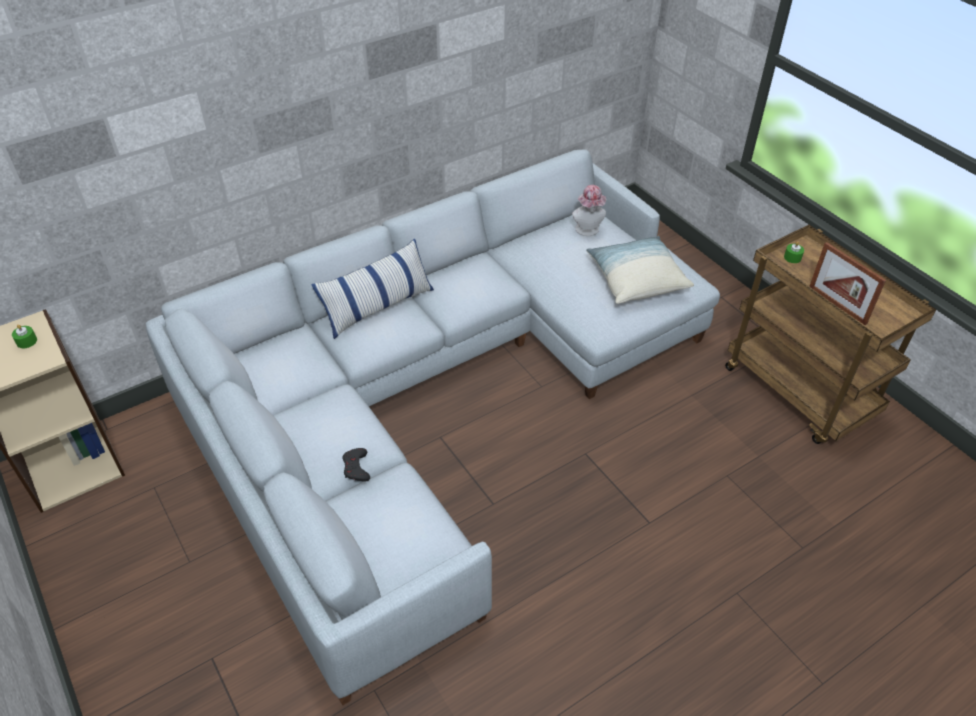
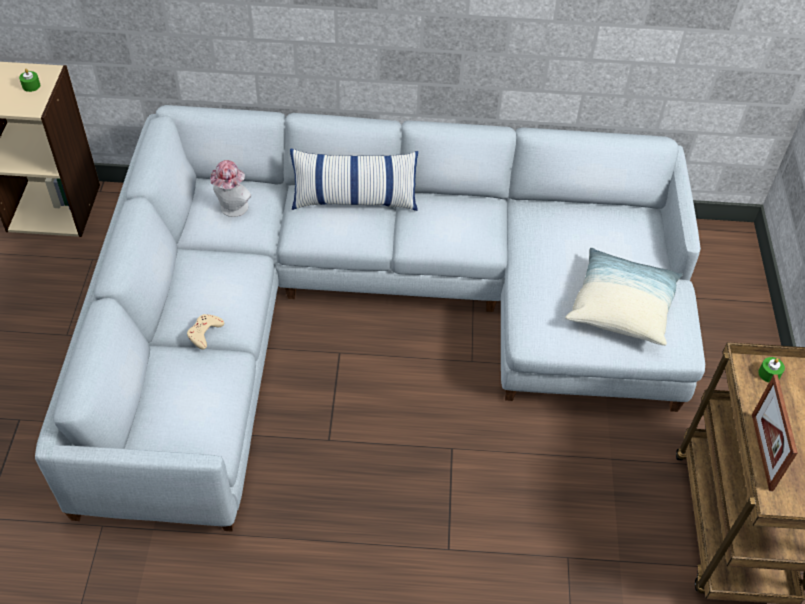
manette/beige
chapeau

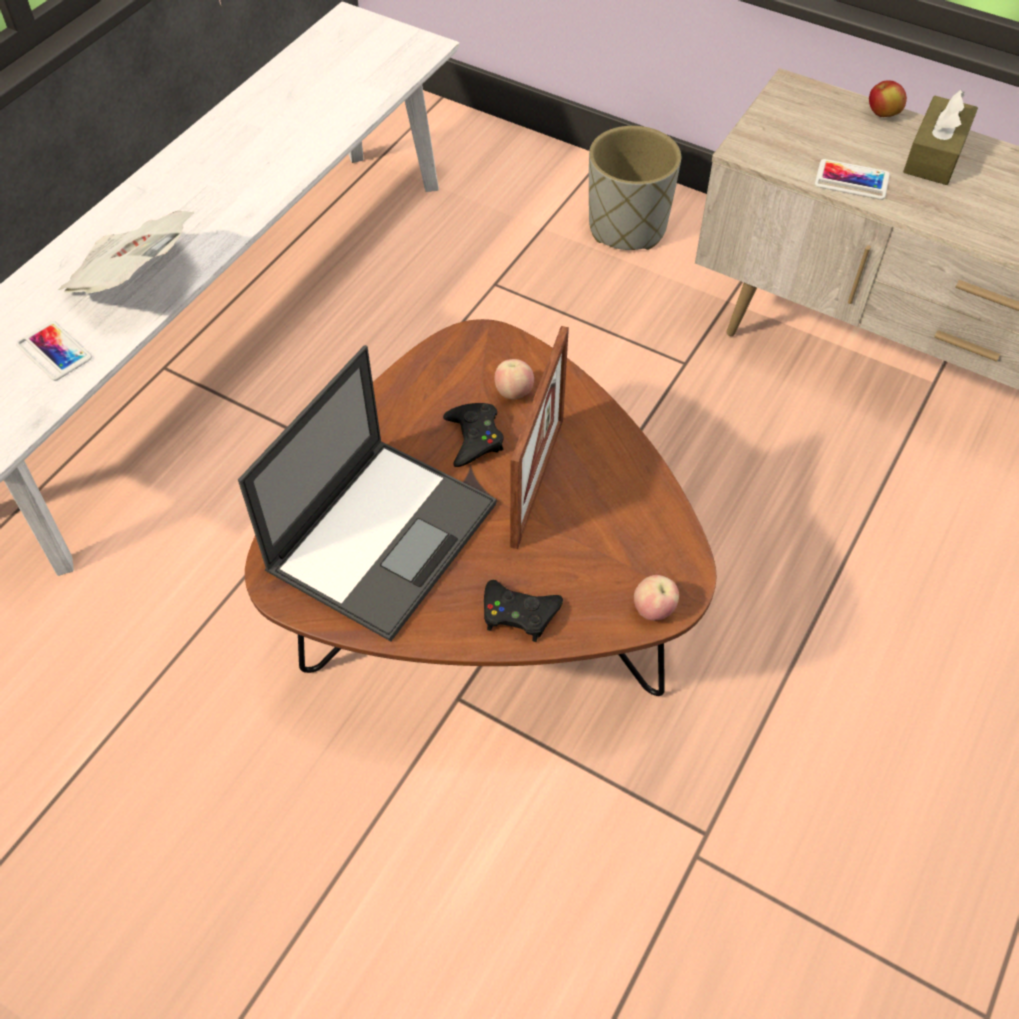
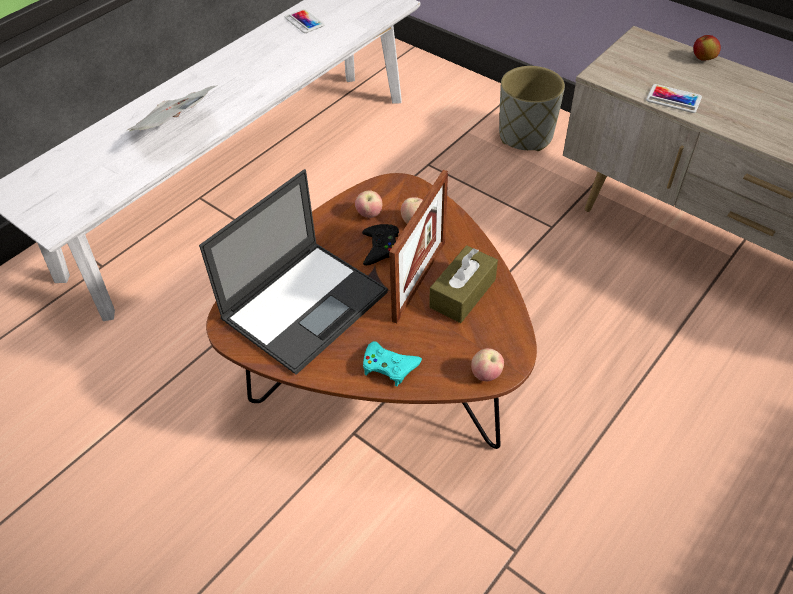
téléphone (1st from left)
manette/turquoise
boîte à mouchoirs/marron
pomme (1st from left)

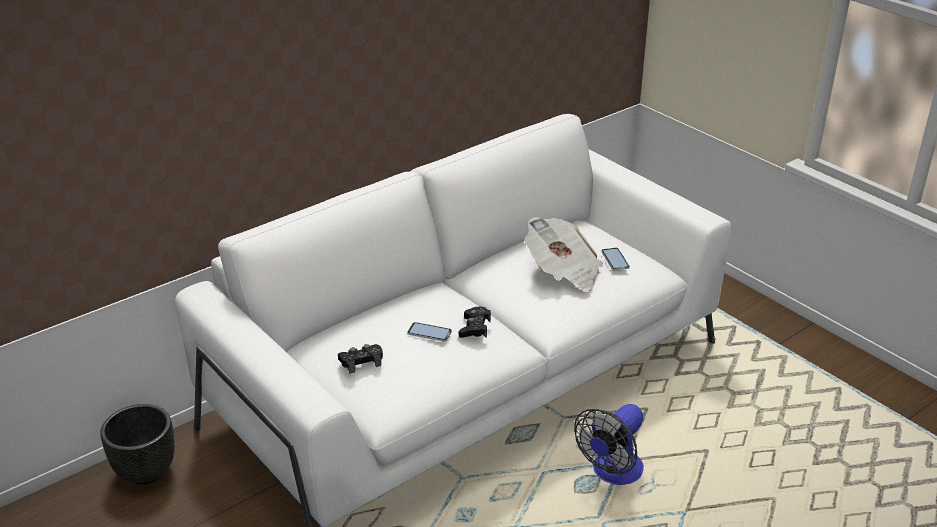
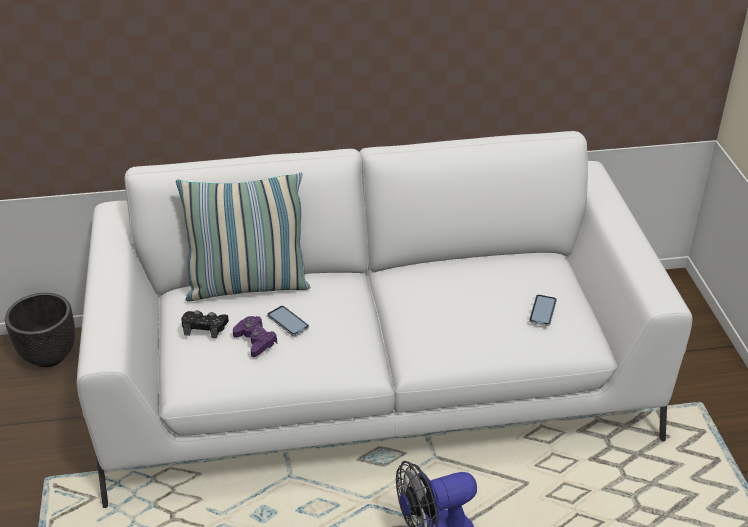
manette/noir (2nd from left in the first image)
journal
coussin
manette/violet

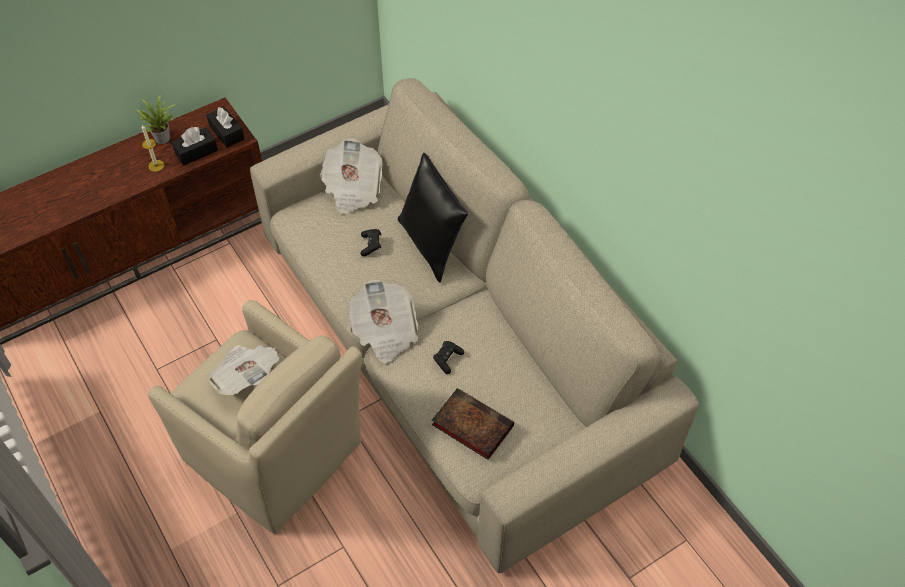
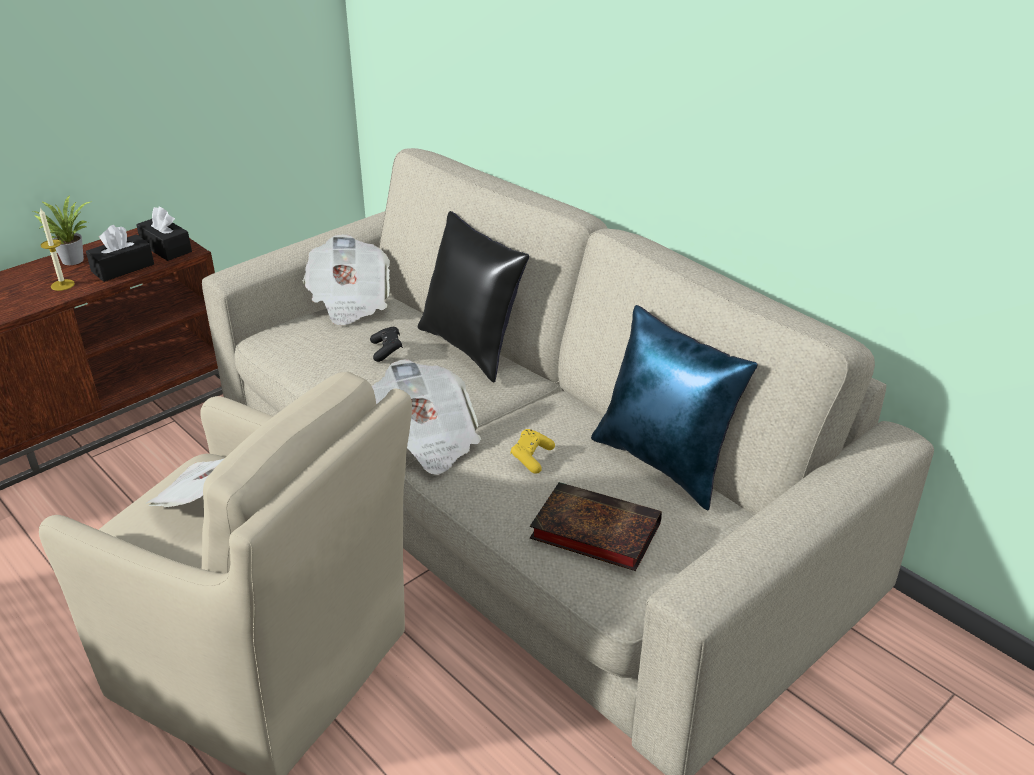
manette/jaune
coussin/bleu

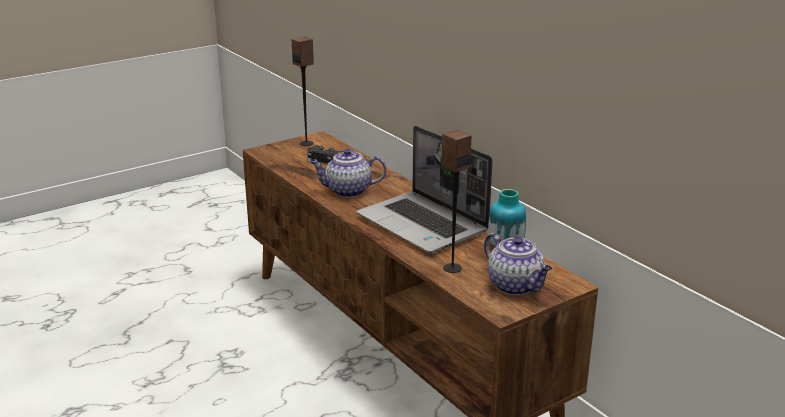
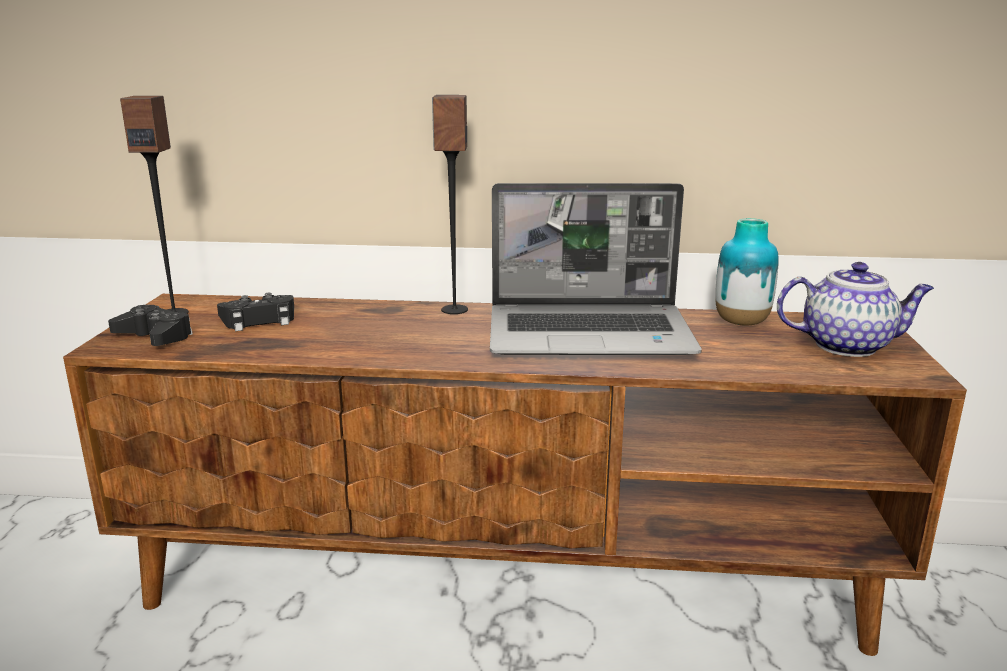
théière (1st from left in the first image)
enceinte (2nd from left)
manette/noir (1st from left)

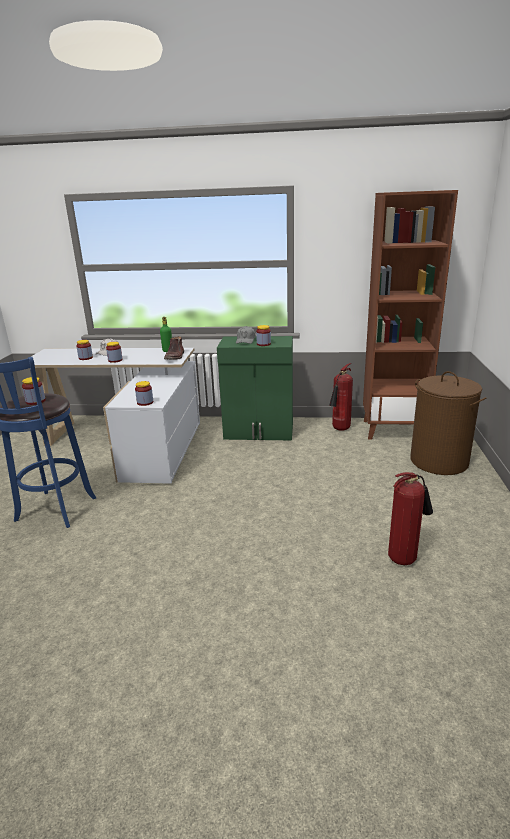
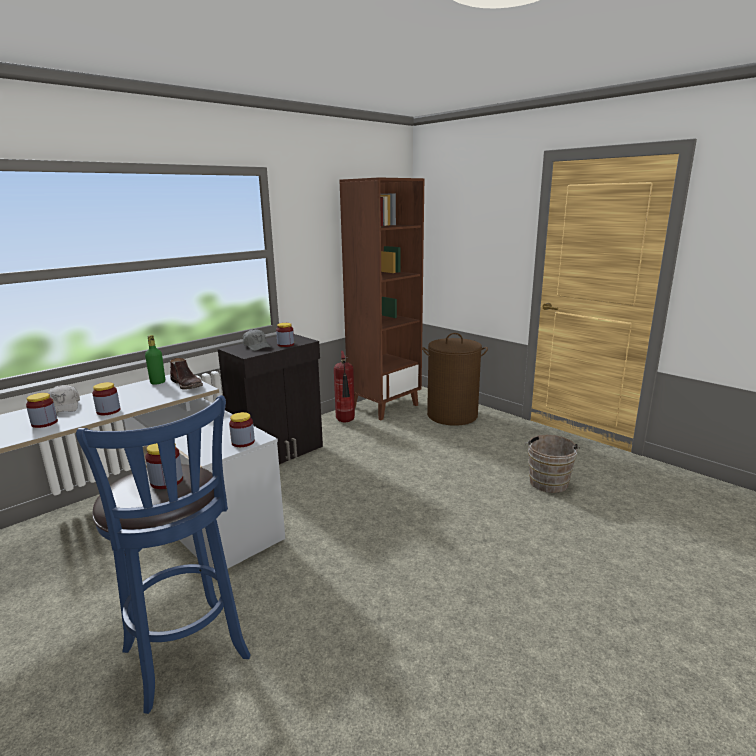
meuble de rangement/noir
seau/marron

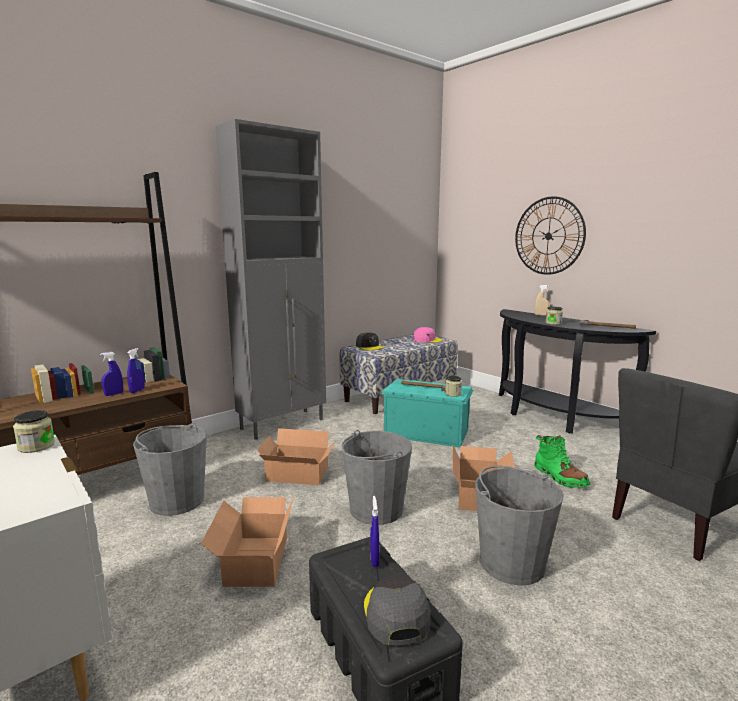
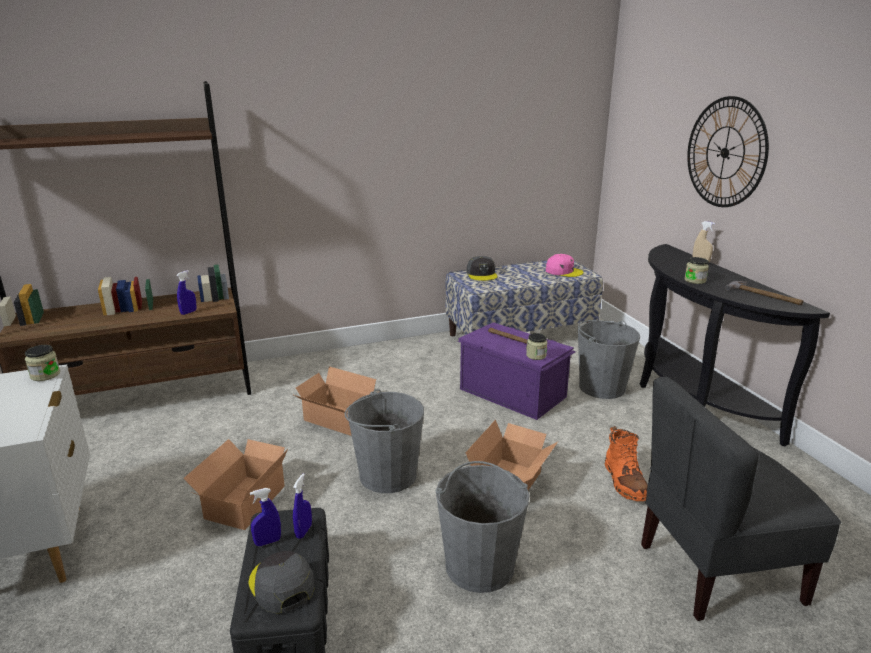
vaporisateur/bleu (2nd from left)
seau/gris (3rd from left)
meuble de rangement/gris
casquette/gris (1st from left)
boîte de rangement/violet
botte/orange

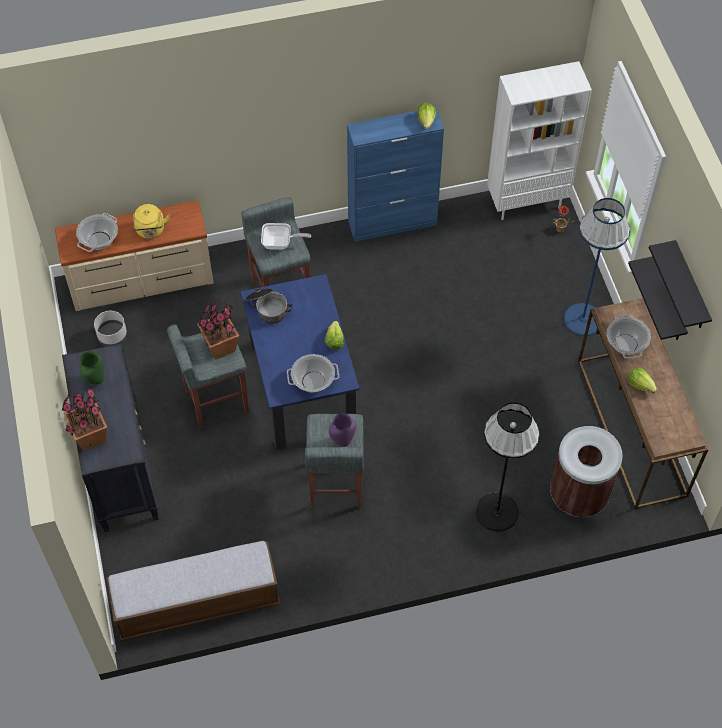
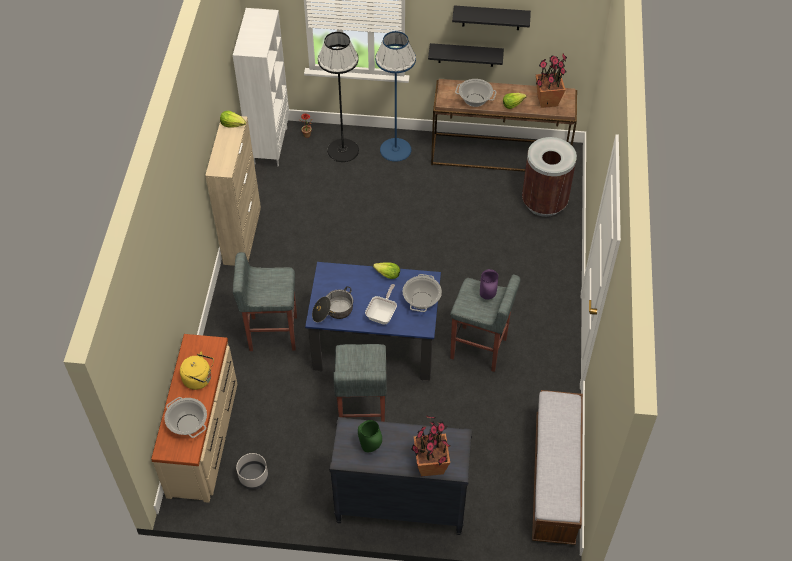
plante en pot (3rd from left)
poêle
meuble de rangement/beige
lampadaire/noir

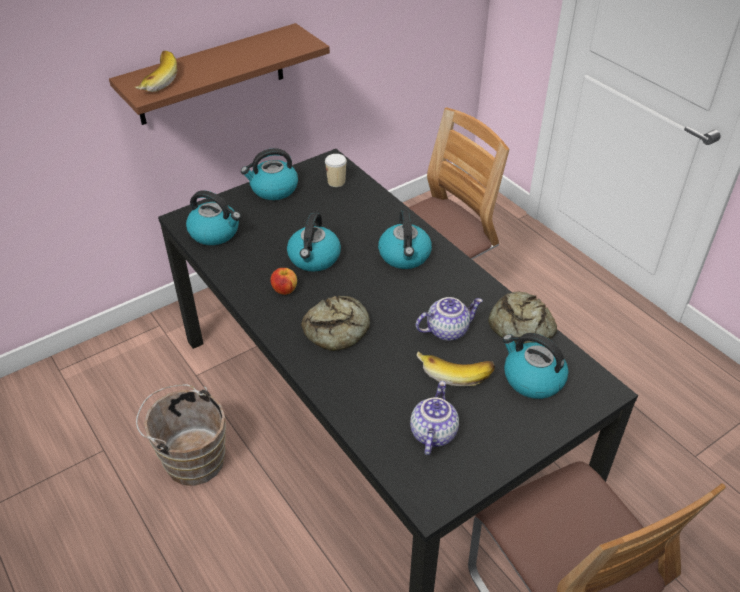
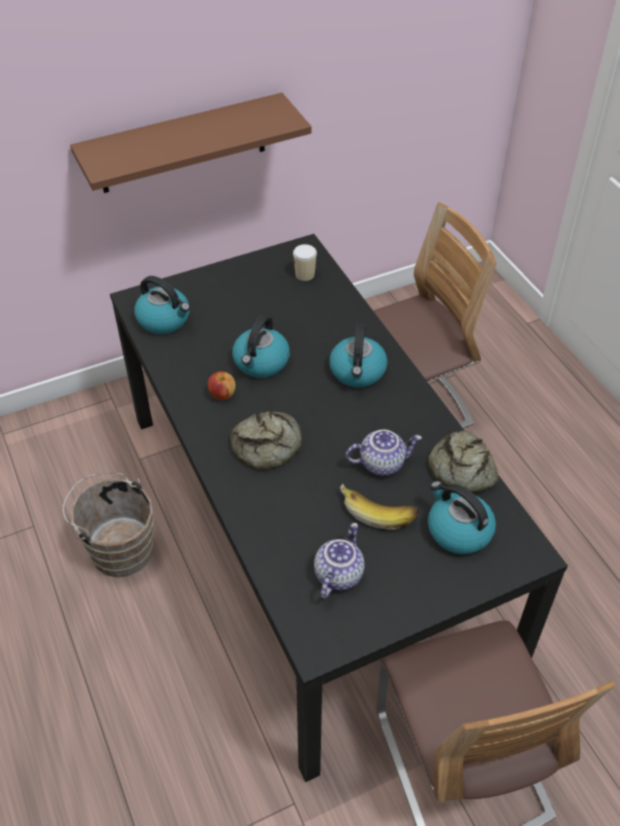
banane (1st from left in the first image)
bouilloire (2nd from left in the first image)

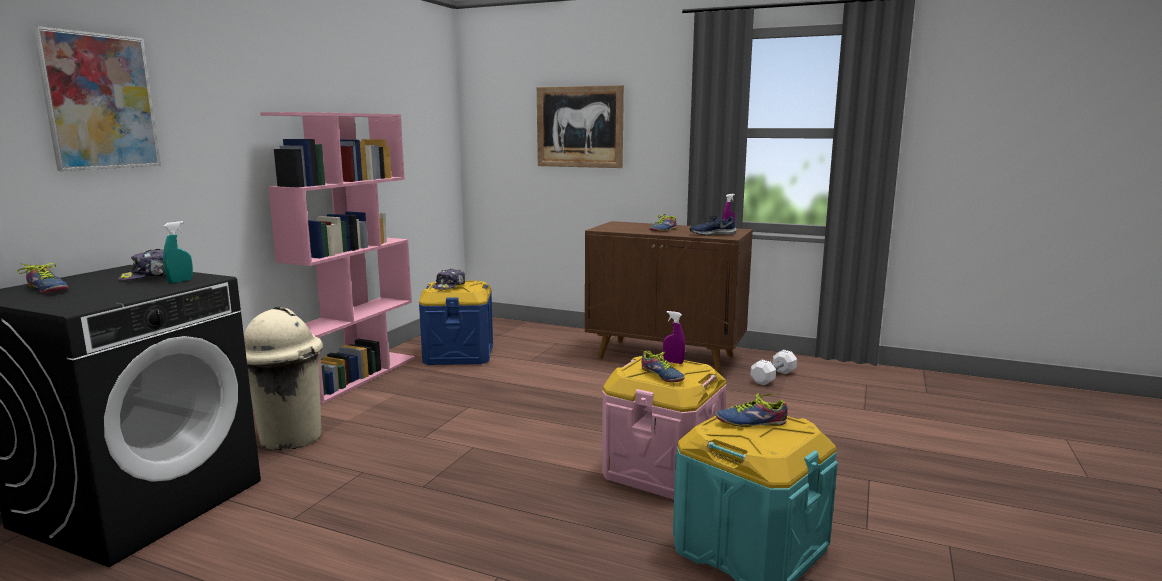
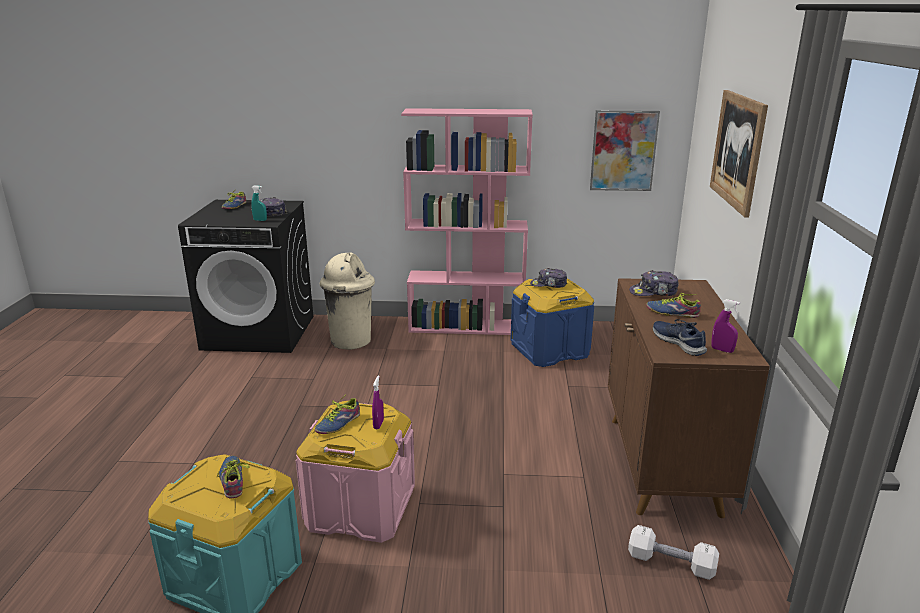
tableau (1st from left)
casquette (3rd from left)

